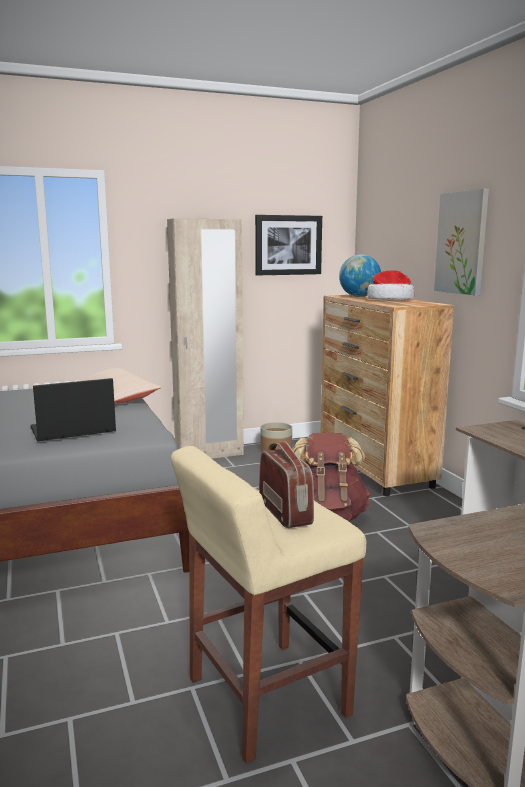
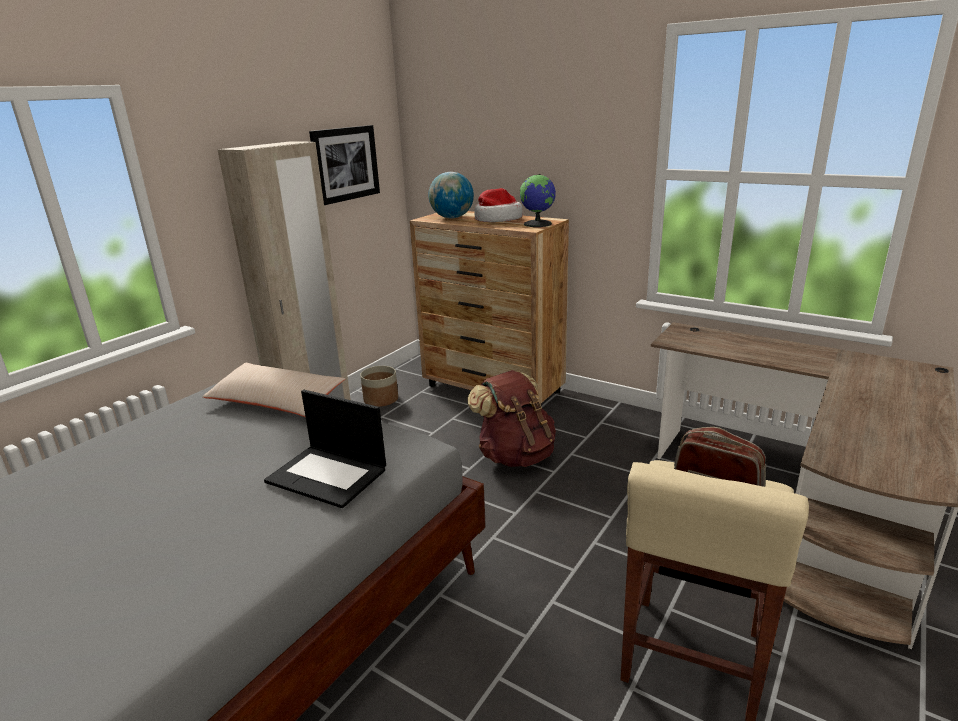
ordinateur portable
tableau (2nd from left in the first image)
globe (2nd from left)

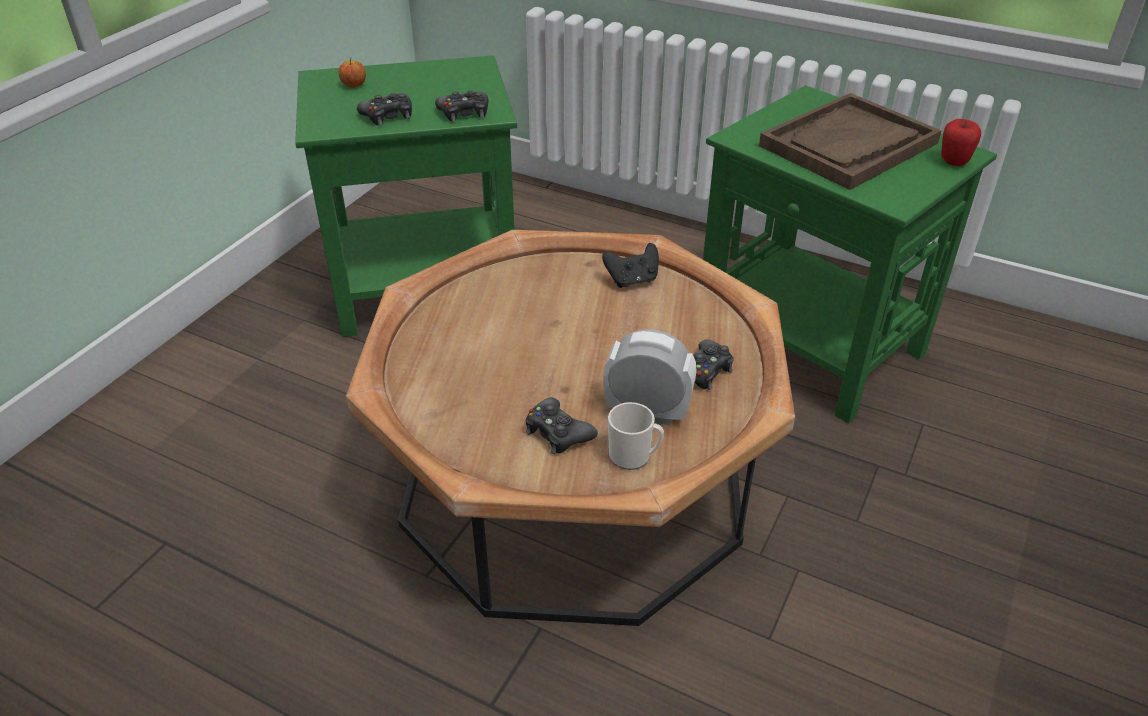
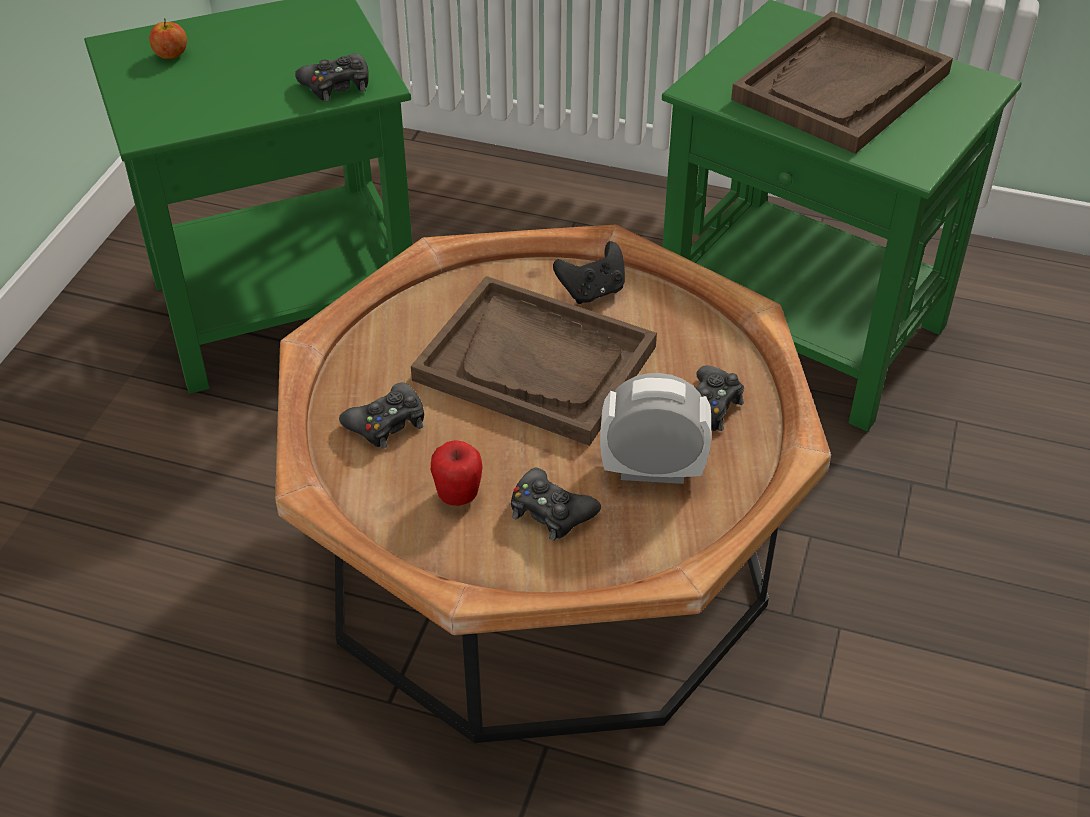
manette/noir (2nd from left)
mug
pomme (2nd from left)
plateau/marron (1st from left)

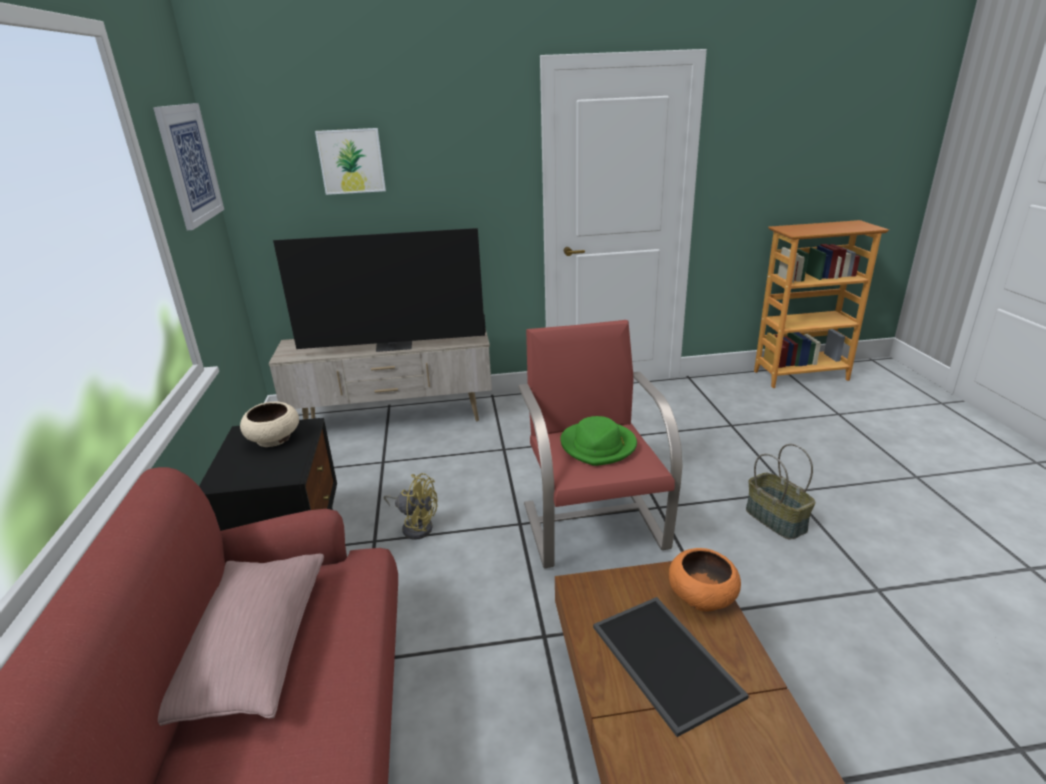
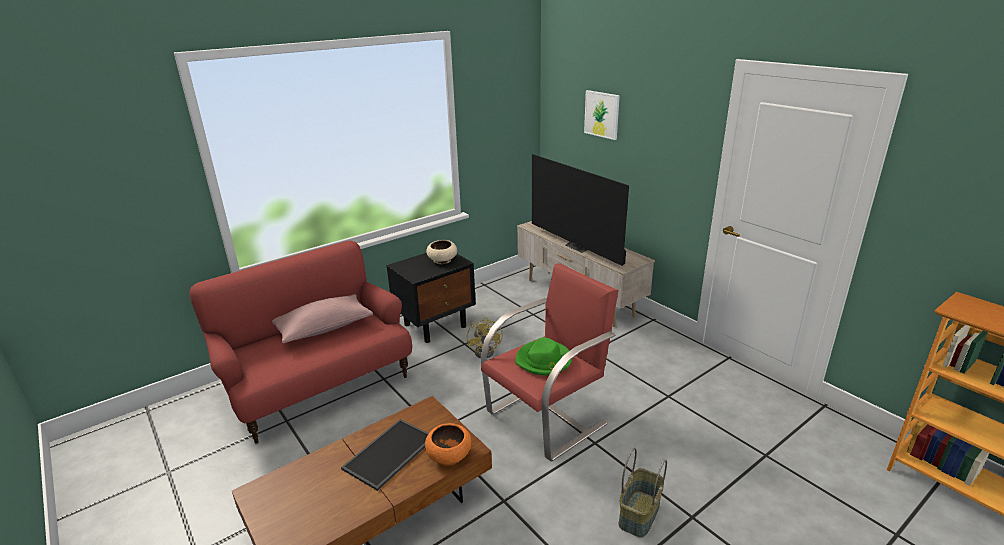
tableau (1st from left in the first image)

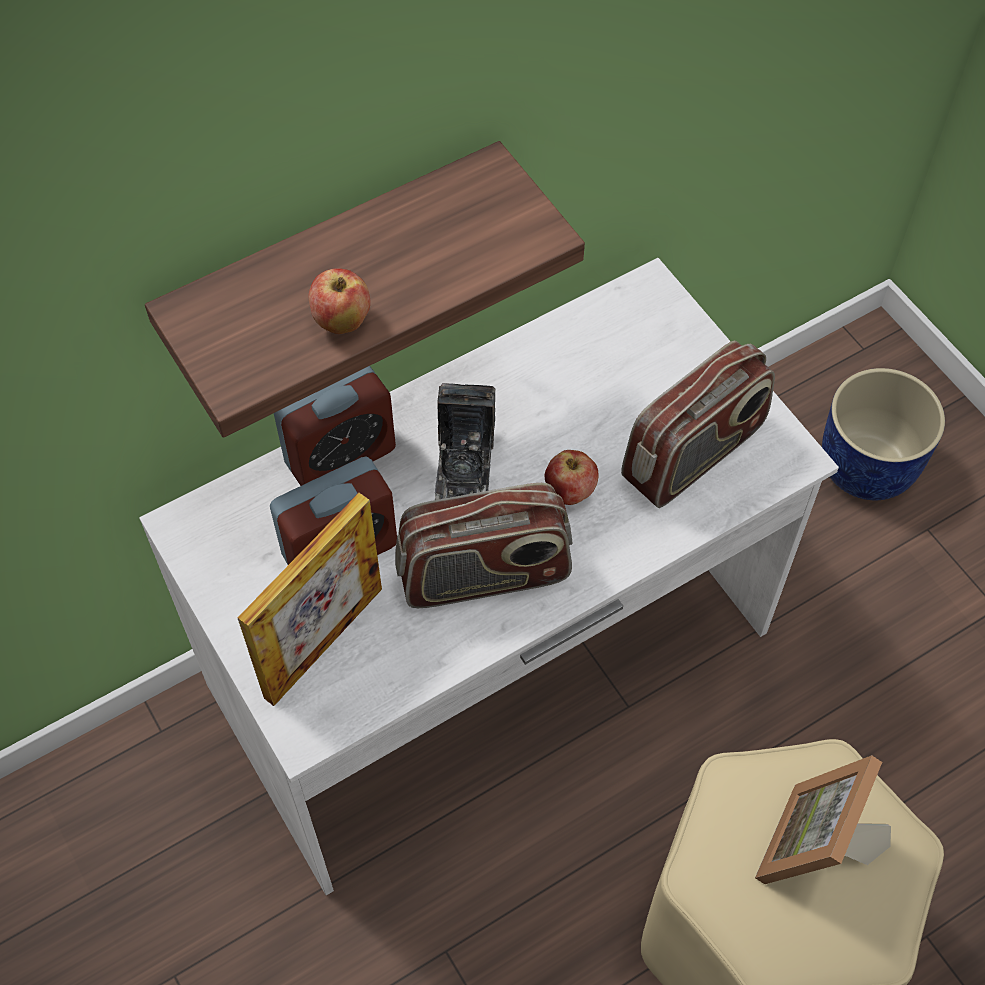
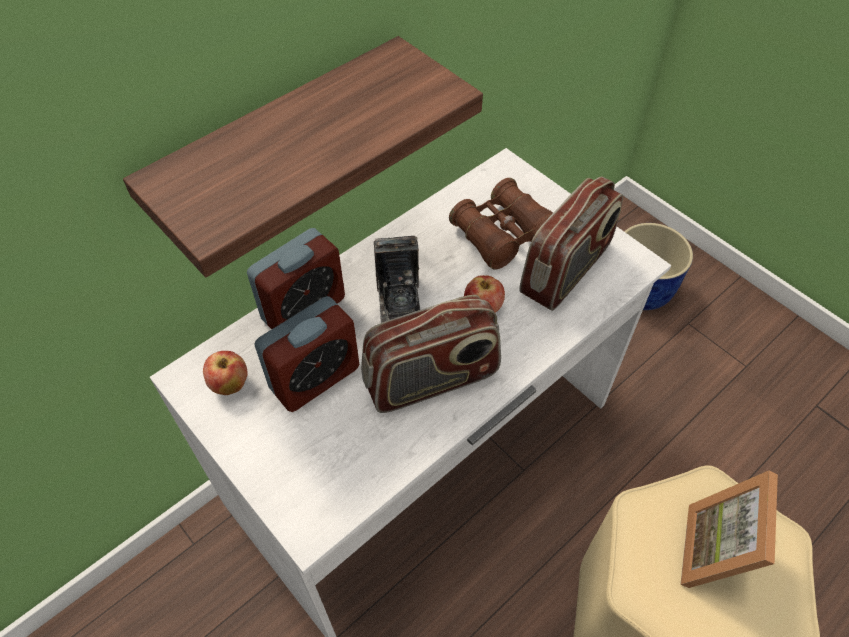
cadre photo (1st from left in the first image)
pomme (1st from left)
jumelles/marron

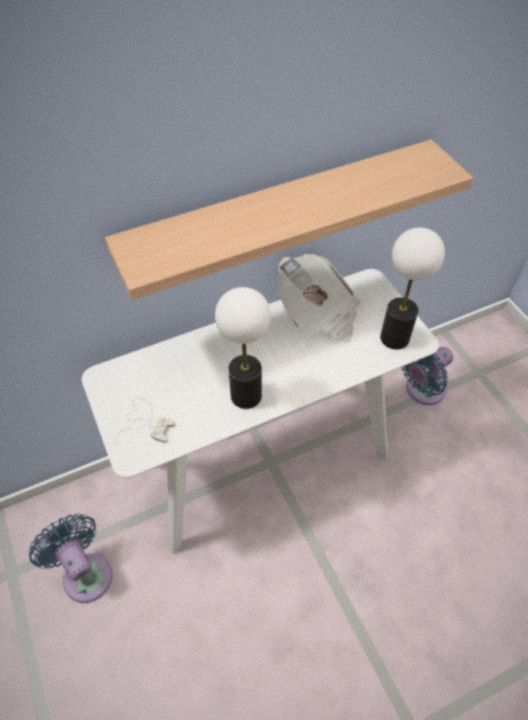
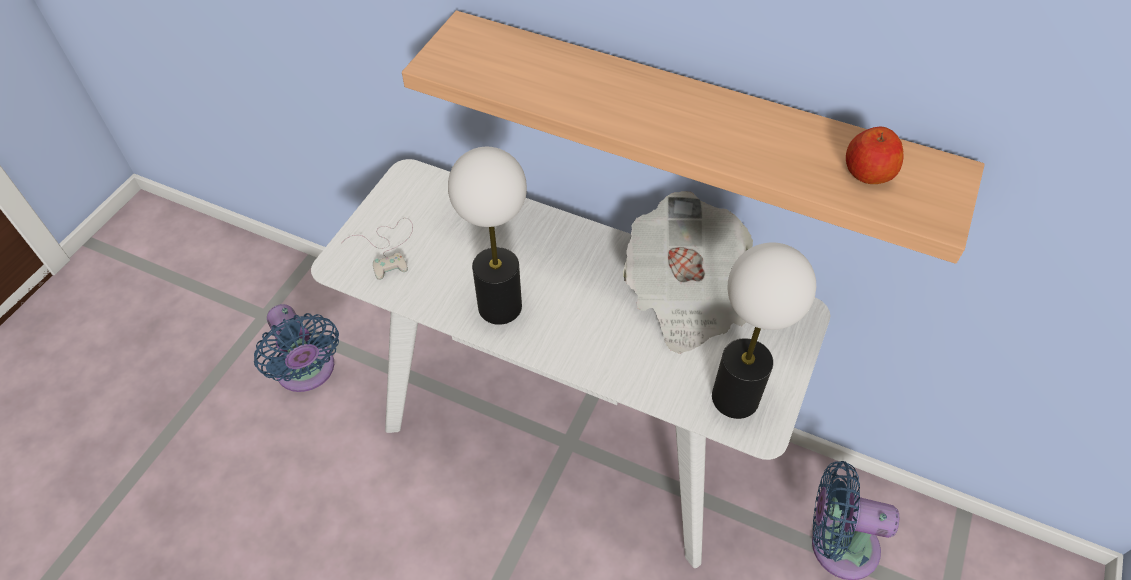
ventilateur/bleu (1st from left)
pomme

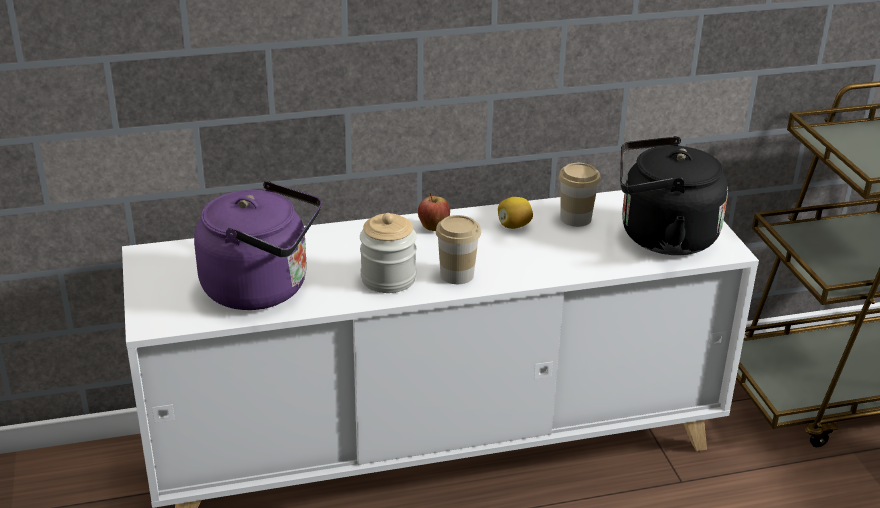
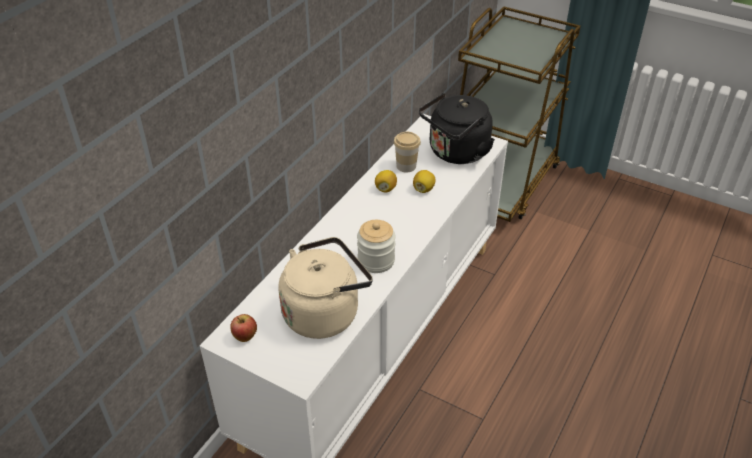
bouilloire/beige
pomme
tasse (1st from left in the first image)
citron (2nd from left)

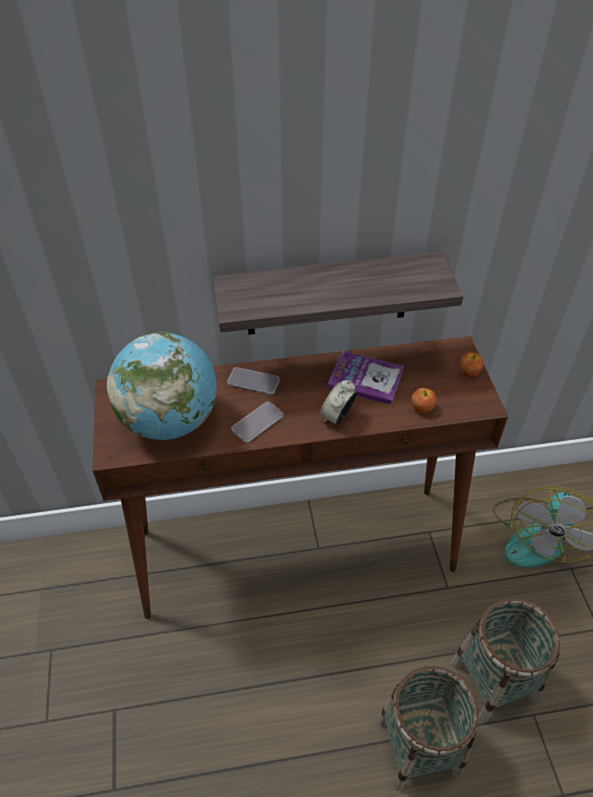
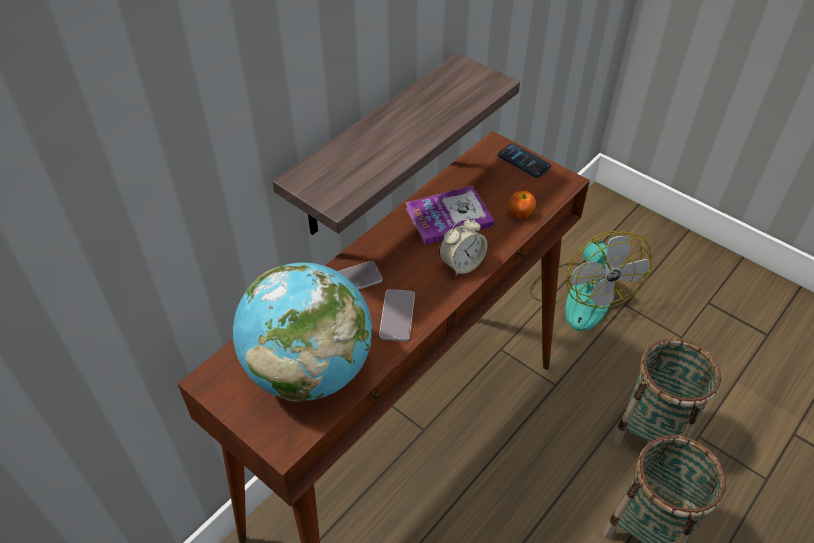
réveil
téléphone (3rd from left)

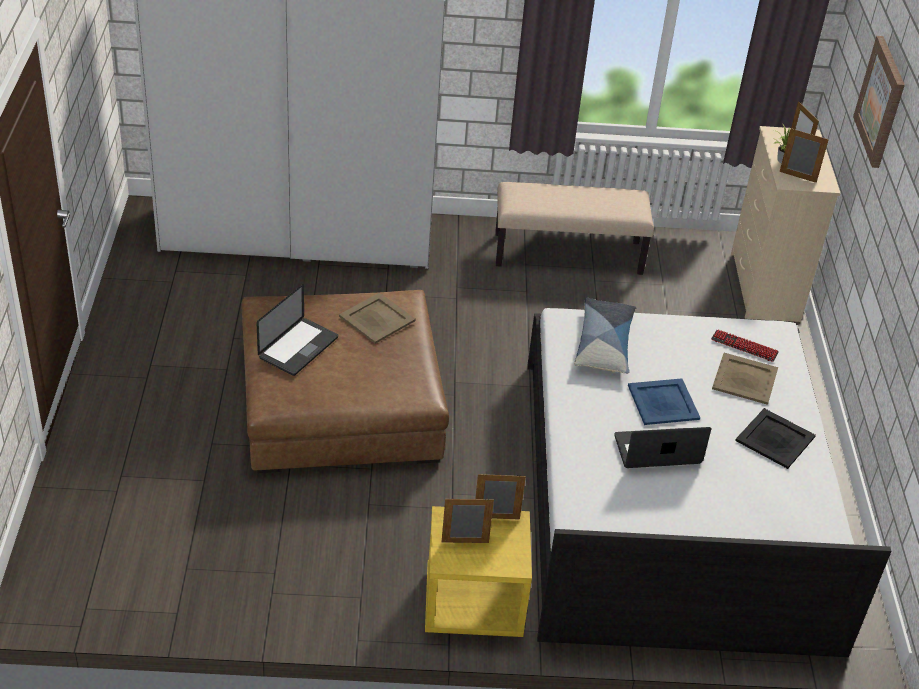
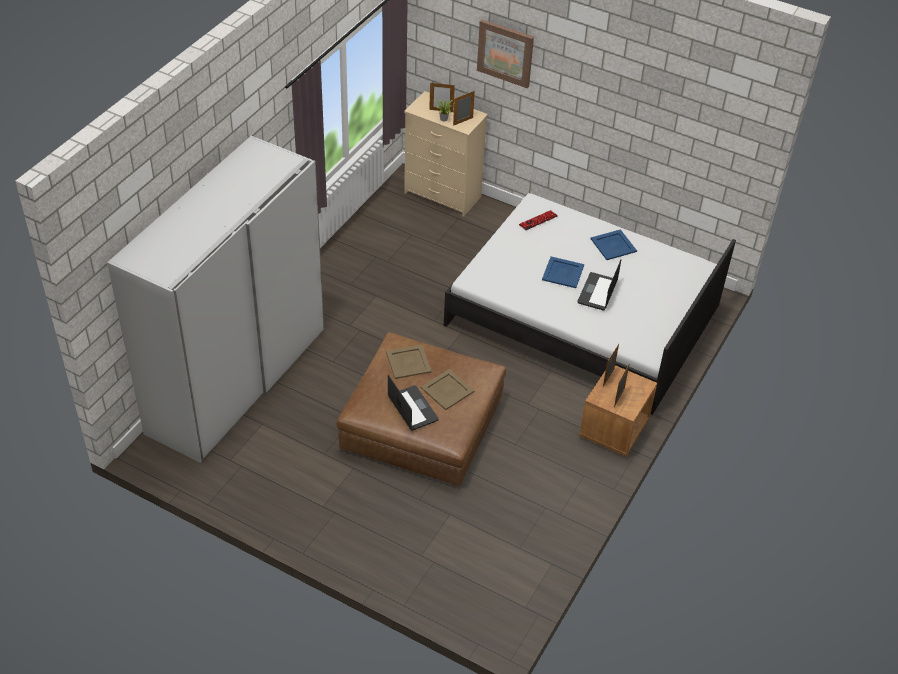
table de chevet/marron
banc/beige
coussin
plateau/beige (2nd from left)
plateau/bleu (2nd from left)

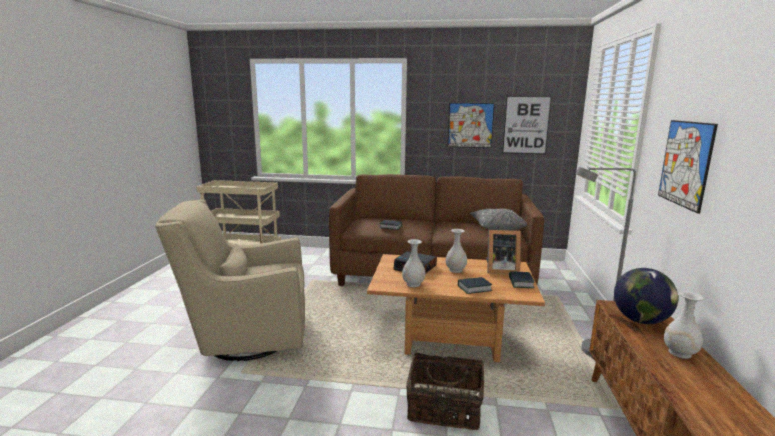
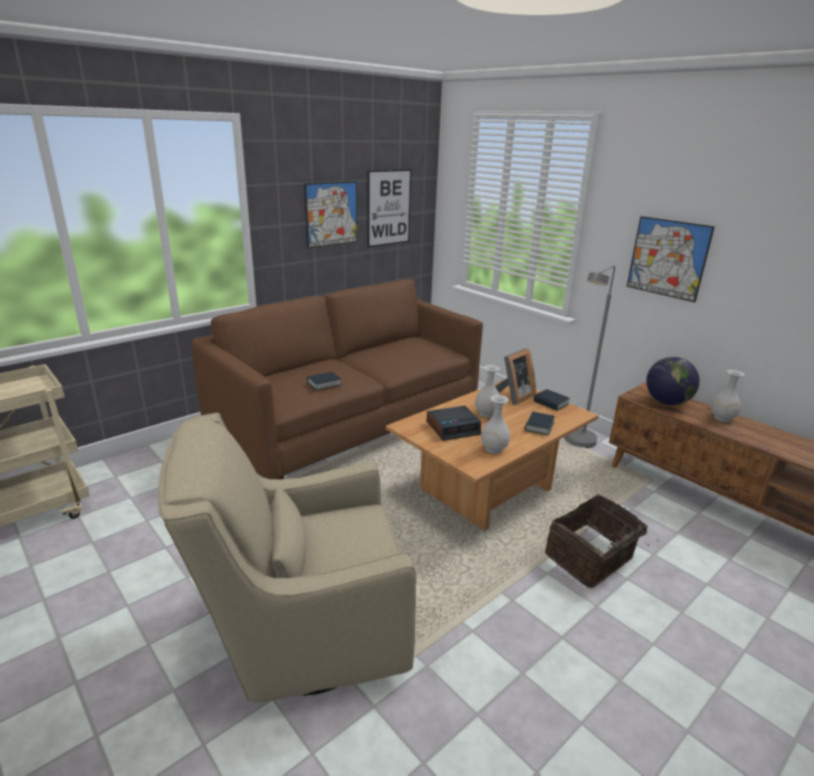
fauteuil/beige
coussin/gris

